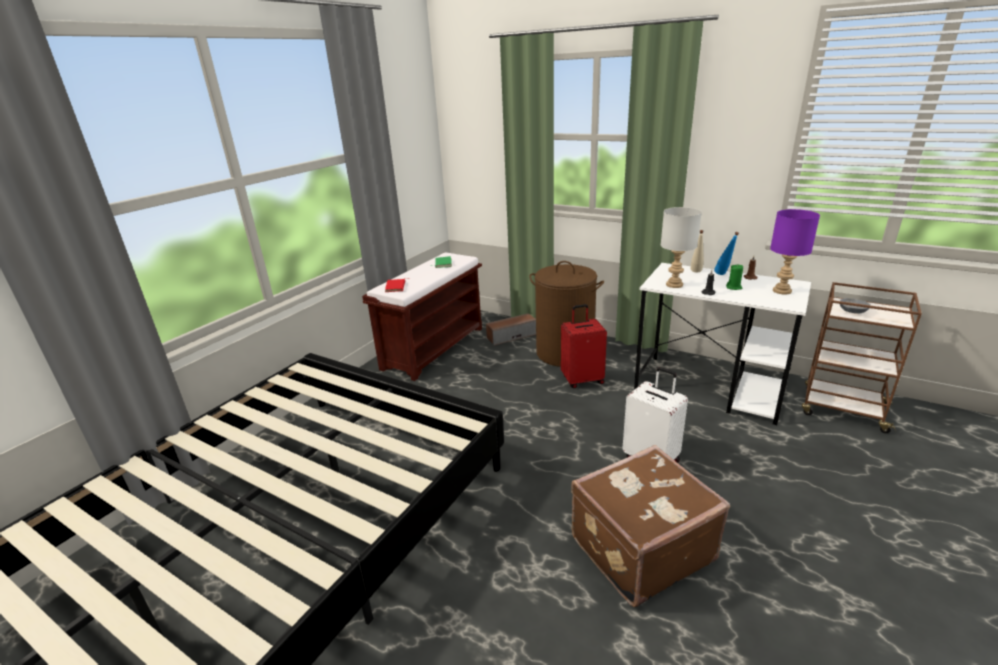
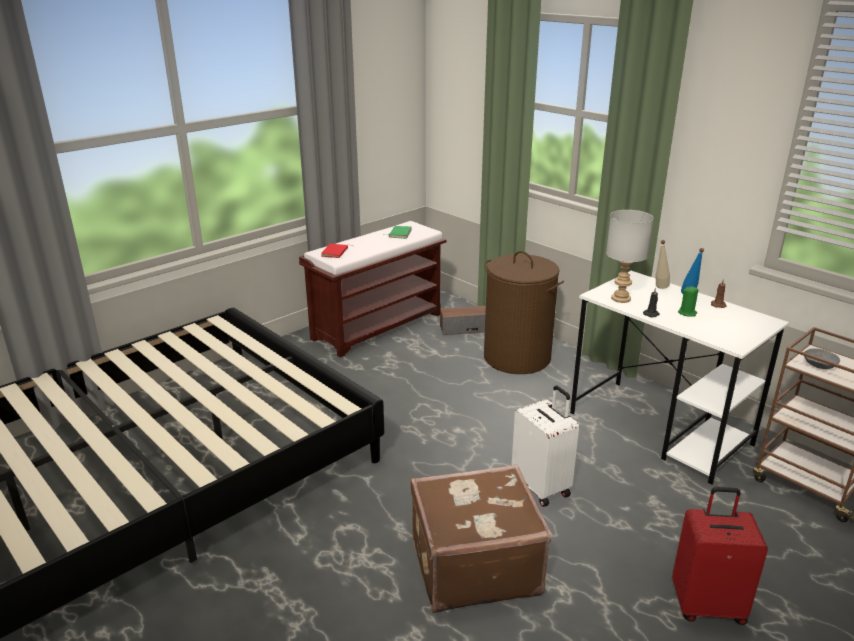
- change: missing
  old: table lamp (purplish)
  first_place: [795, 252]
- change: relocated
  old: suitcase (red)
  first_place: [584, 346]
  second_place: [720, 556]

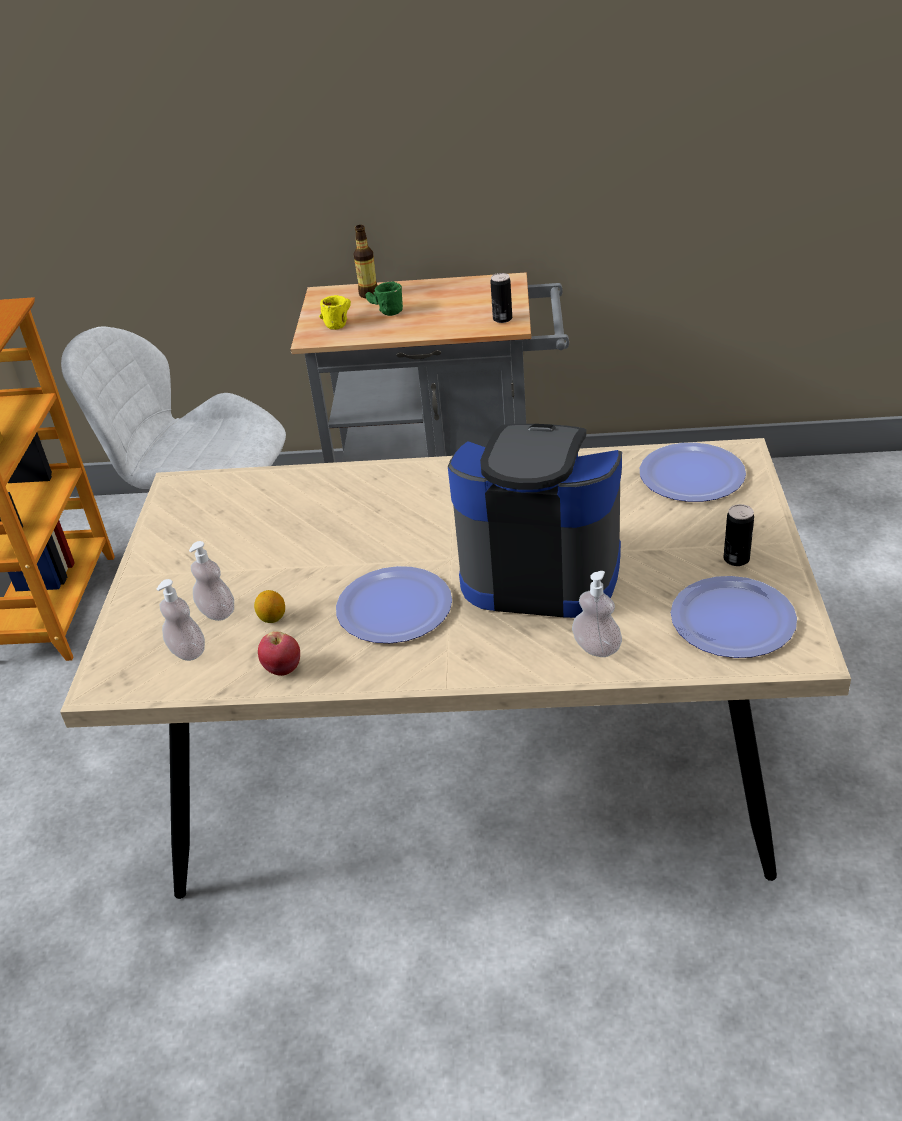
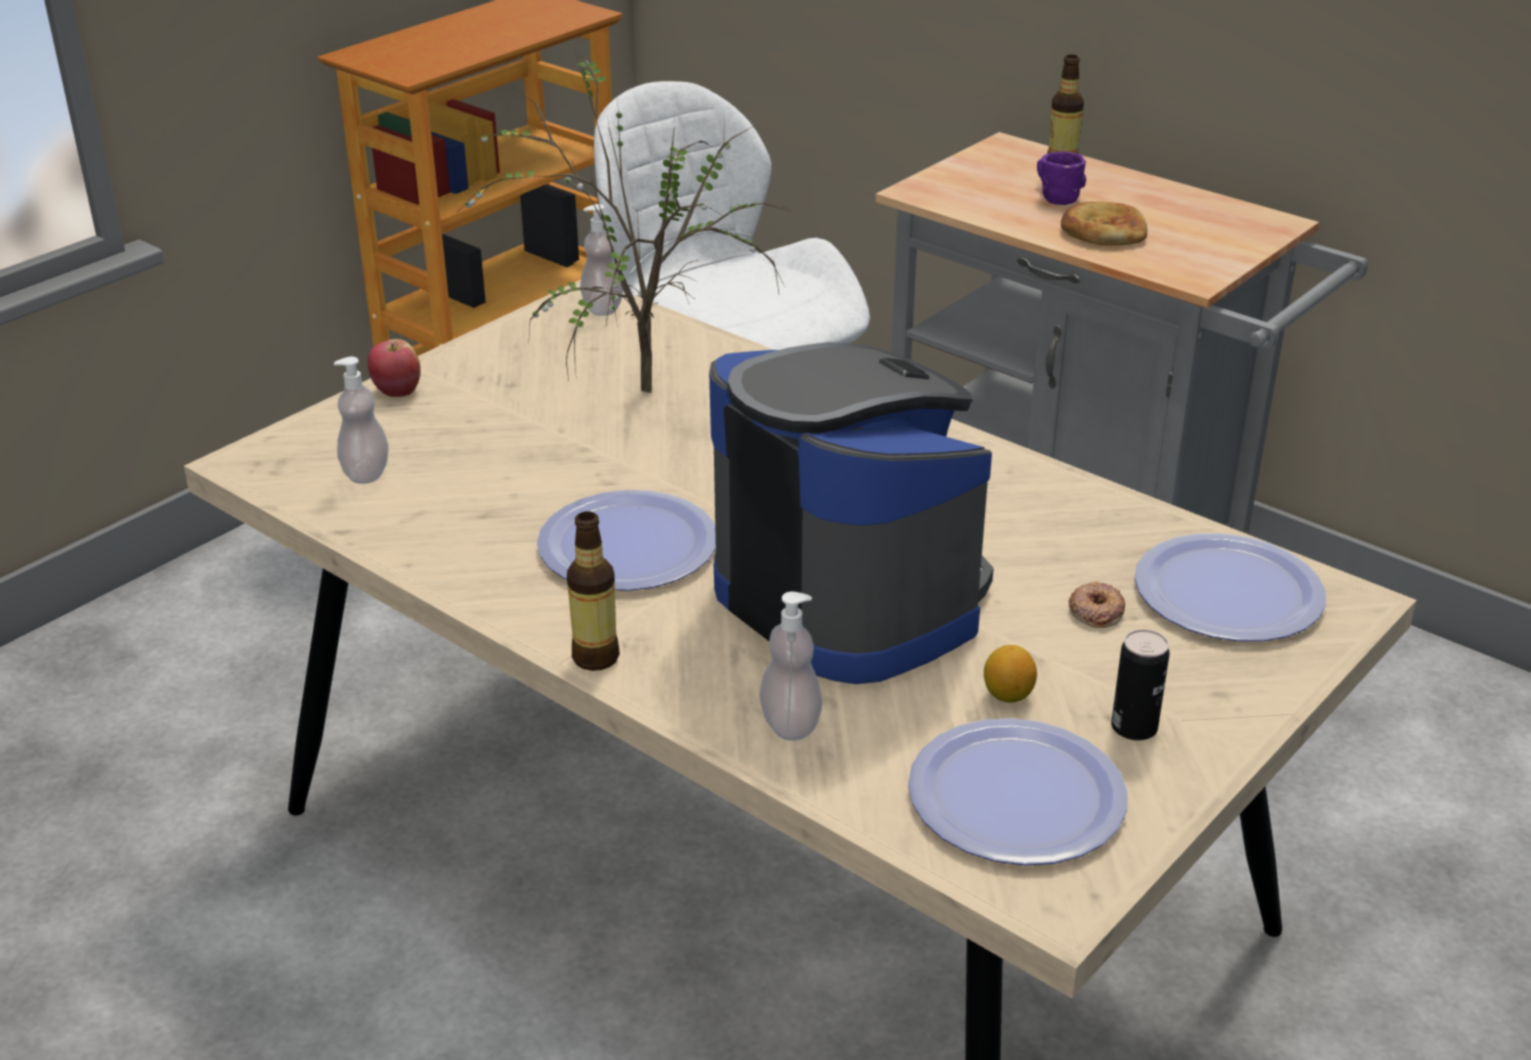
- change: missing
  old: coffee mug (yellow)
  first_place: [335, 312]
- change: missing
  old: sealed can
  first_place: [501, 298]
- change: appeared
  new: houseplant
  second_place: [629, 220]
- change: appeared
  new: beverage bottle
  second_place: [593, 591]
- change: appeared
  new: bread
  second_place: [1104, 223]
- change: appeared
  new: doughnut
  second_place: [1097, 604]
- change: relocated
  old: soap bottle
  first_place: [211, 581]
  second_place: [601, 260]
- change: relocated
  old: citrus fruit
  first_place: [269, 606]
  second_place: [1010, 674]
- change: relocated
  old: apple fruit
  first_place: [279, 653]
  second_place: [394, 368]
- change: colour
  old: coffee mug (greenish)
  new: coffee mug (purplish)
  first_place: [384, 299]
  second_place: [1061, 178]

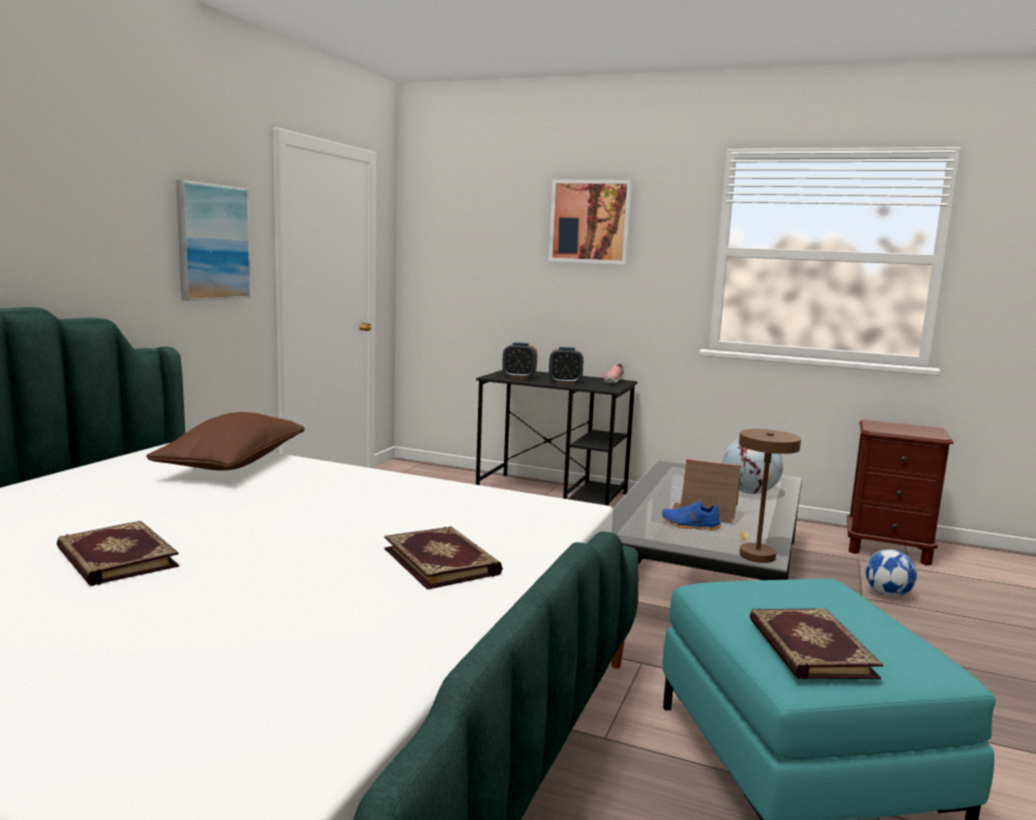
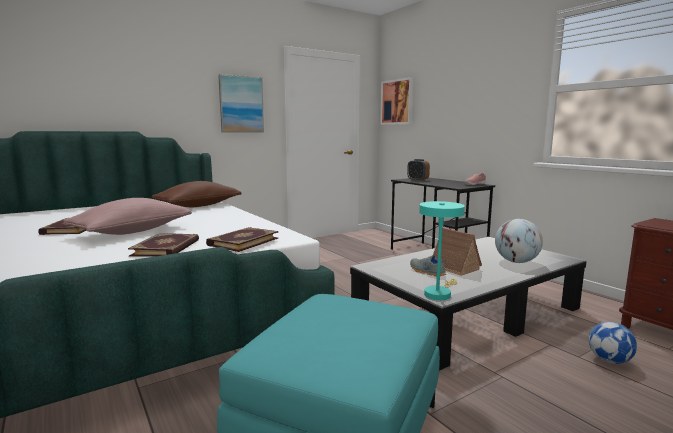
- change: missing
  old: bedside clock
  first_place: [566, 365]
- change: appeared
  new: throw pillow (pink)
  second_place: [127, 216]
- change: relocated
  old: wall picture
  first_place: [590, 222]
  second_place: [396, 101]
- change: relocated
  old: bound book
  first_place: [816, 643]
  second_place: [242, 239]
- change: colour
  old: item of footwear (bluish)
  new: item of footwear (greyish)
  first_place: [692, 515]
  second_place: [428, 266]
- change: colour
  old: table lamp (brown)
  new: table lamp (turquoise-coloured)
  first_place: [770, 496]
  second_place: [442, 250]

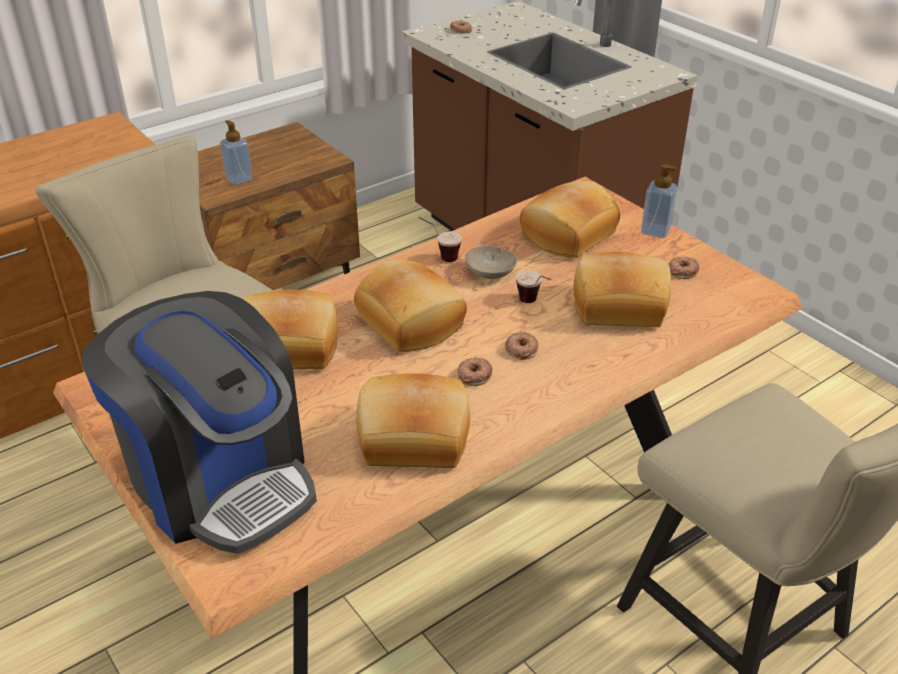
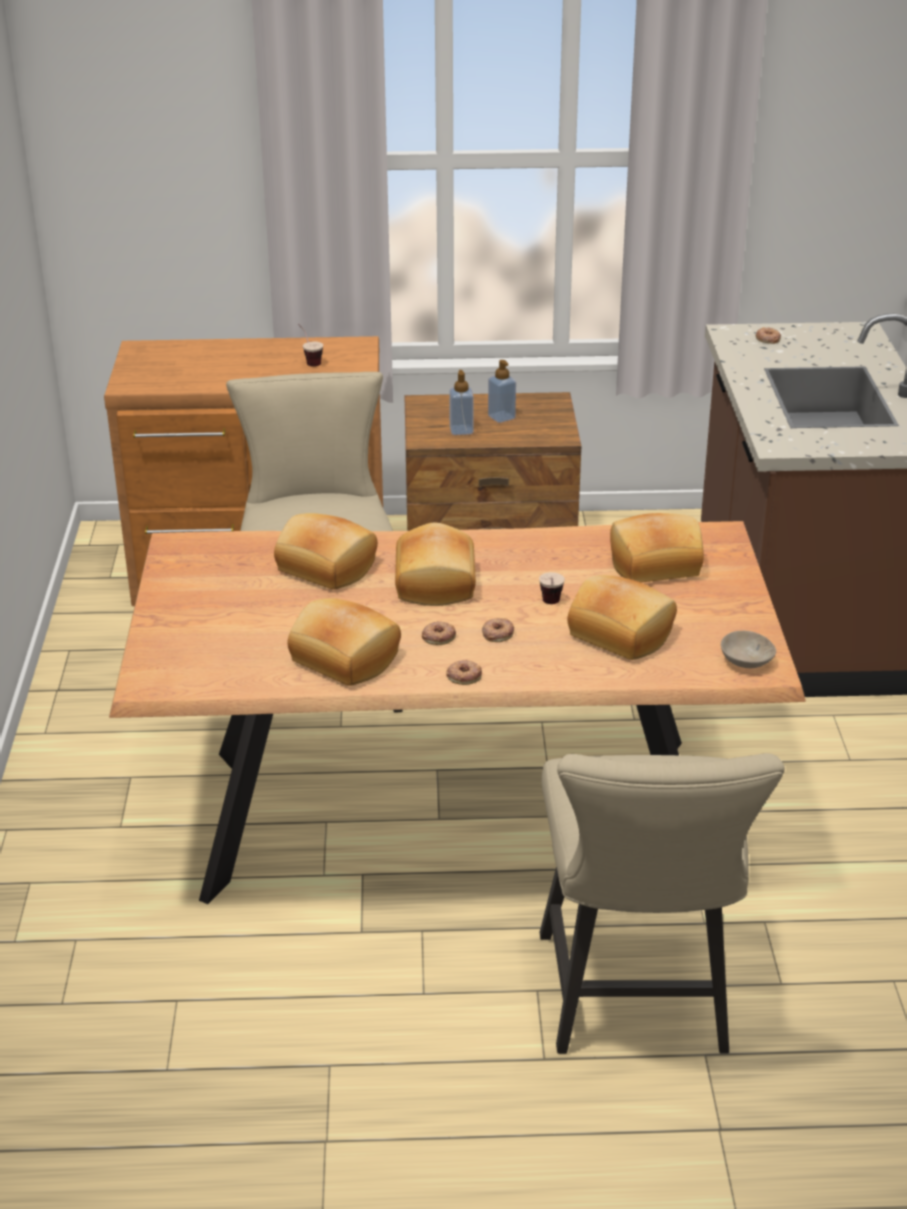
- change: missing
  old: coffee brewer
  first_place: [199, 422]
- change: relocated
  old: drinking cup
  first_place: [440, 239]
  second_place: [310, 345]
- change: relocated
  old: bowl (beige-coloured)
  first_place: [491, 262]
  second_place: [748, 649]
- change: relocated
  old: soap bottle
  first_place: [659, 201]
  second_place: [502, 391]
- change: relocated
  old: doughnut
  first_place: [684, 268]
  second_place: [464, 672]

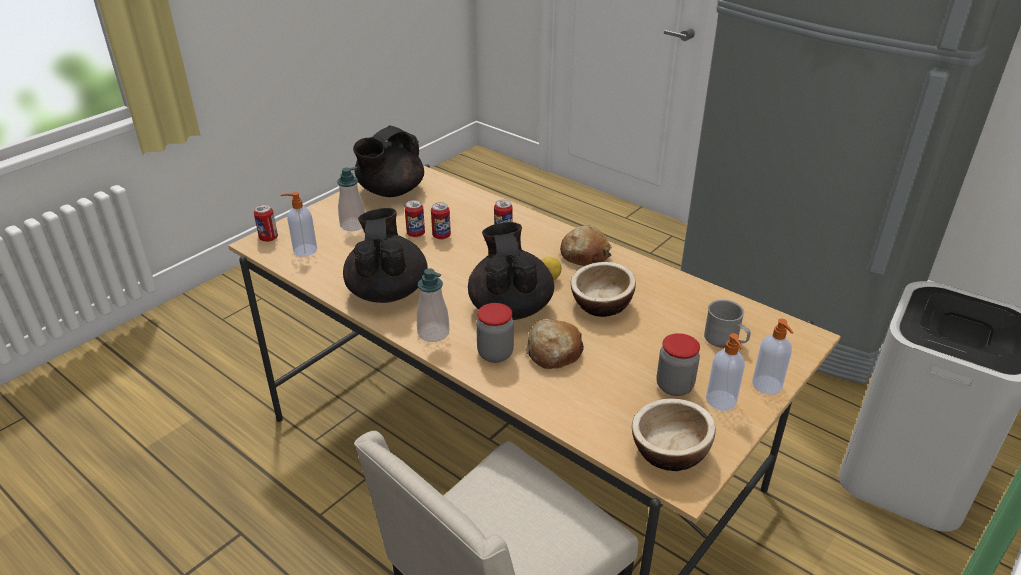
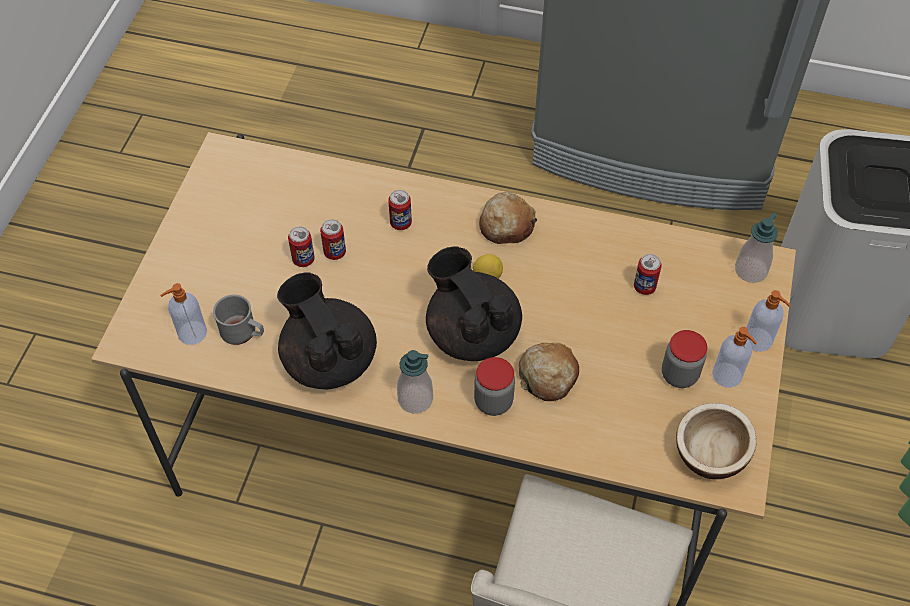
- change: missing
  old: pot for tea (black)
  first_place: [388, 161]
- change: missing
  old: bowl
  first_place: [603, 289]
- change: relocated
  old: sealed can
  first_place: [266, 223]
  second_place: [648, 274]
- change: relocated
  old: soap bottle
  first_place: [351, 199]
  second_place: [756, 248]
- change: relocated
  old: coffee mug (greyish)
  first_place: [727, 324]
  second_place: [238, 319]

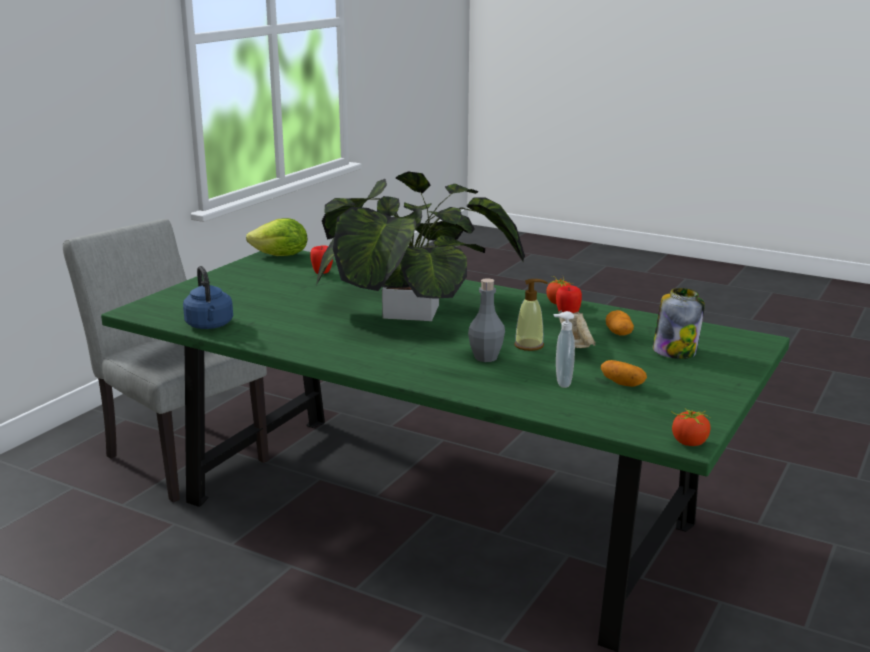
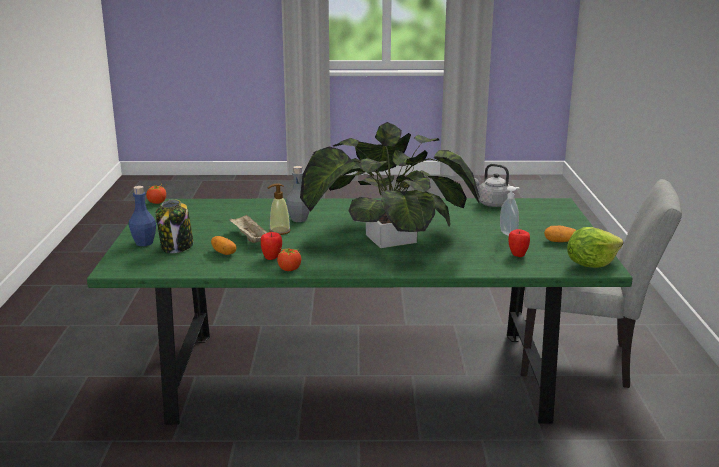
- change: appeared
  new: beverage bottle (bluish)
  second_place: [142, 216]
- change: relocated
  old: soap bottle
  first_place: [564, 349]
  second_place: [510, 211]
- change: relocated
  old: spud
  first_place: [624, 373]
  second_place: [560, 234]
- change: colour
  old: tea kettle (bluish)
  new: tea kettle (greyish)
  first_place: [208, 297]
  second_place: [492, 185]

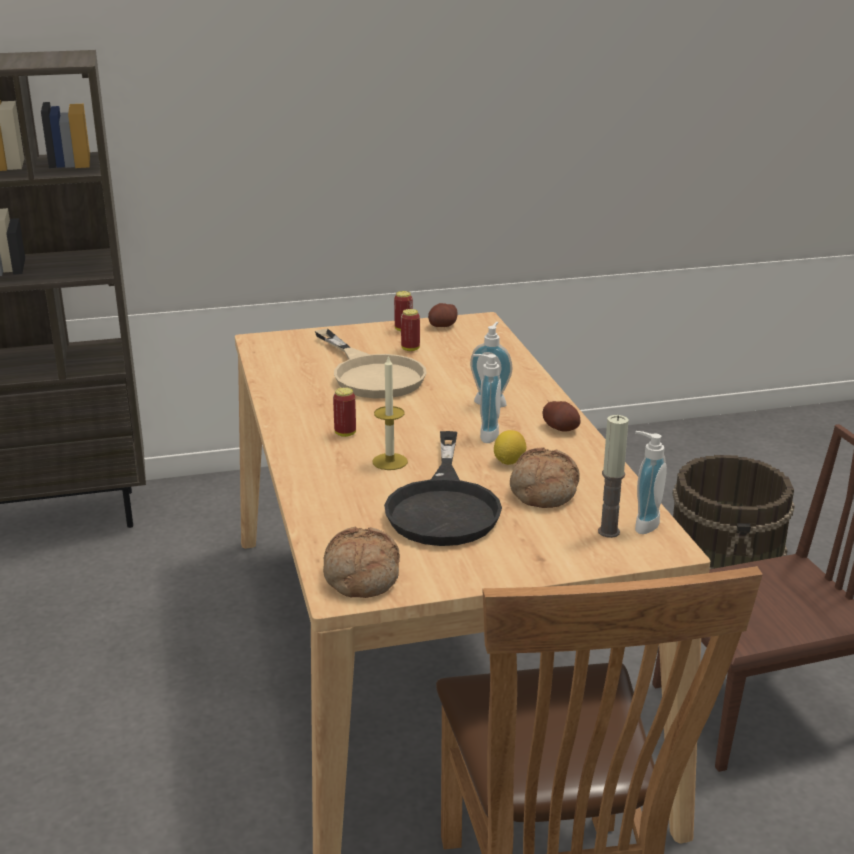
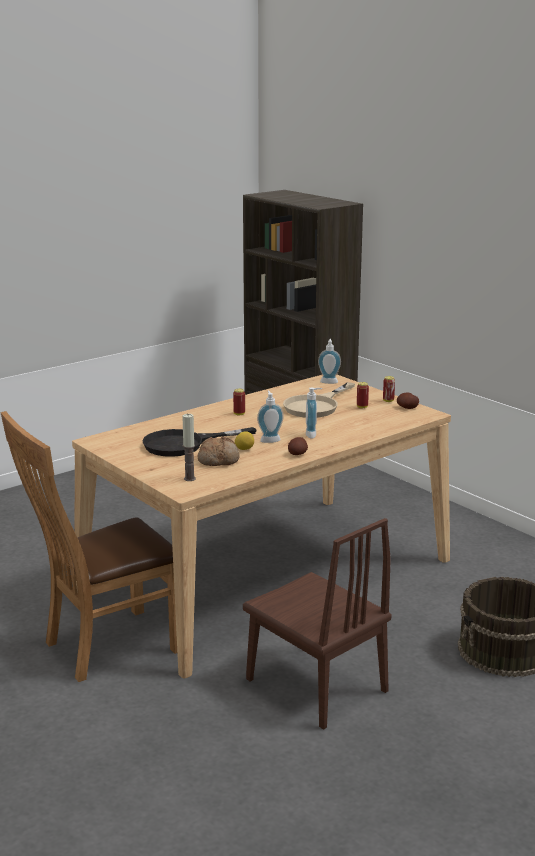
- change: missing
  old: bread
  first_place: [361, 562]
- change: missing
  old: candle
  first_place: [390, 412]
- change: relocated
  old: soap bottle
  first_place: [651, 482]
  second_place: [329, 361]

